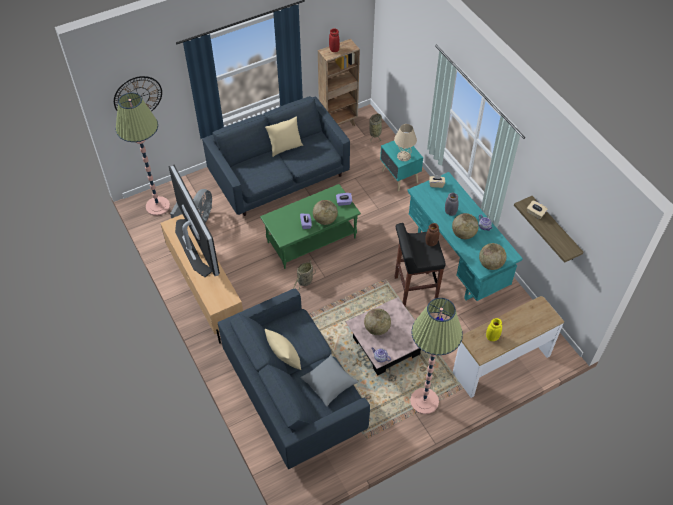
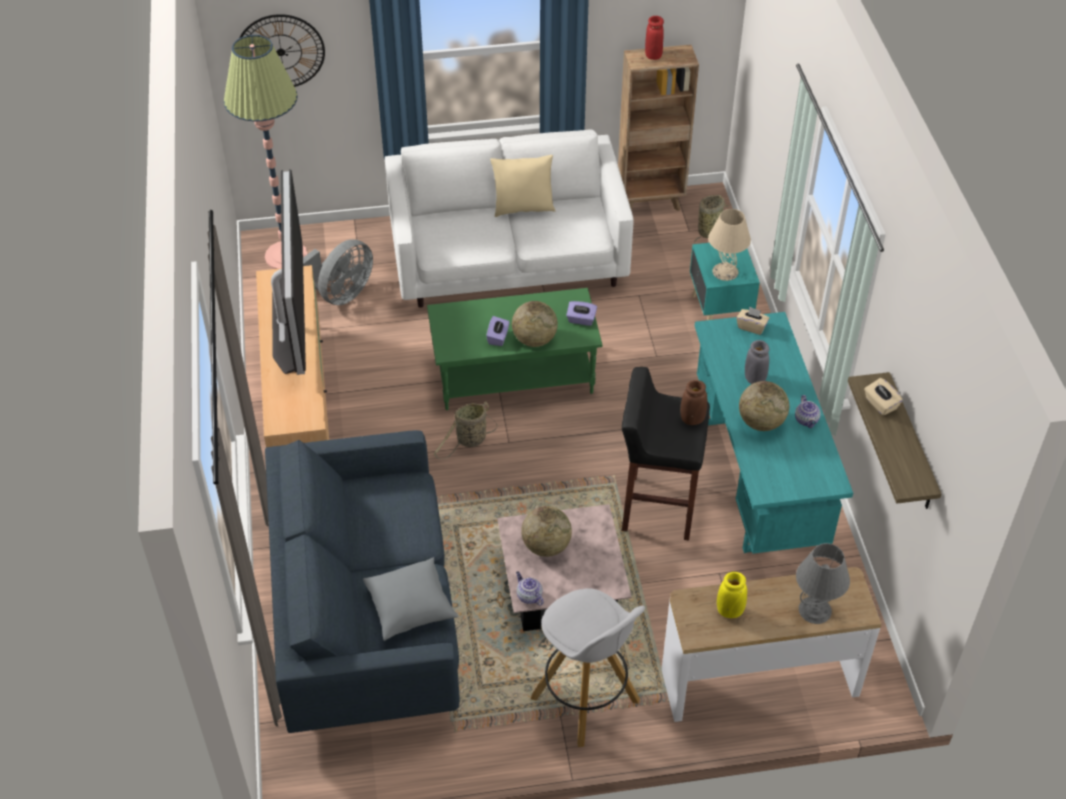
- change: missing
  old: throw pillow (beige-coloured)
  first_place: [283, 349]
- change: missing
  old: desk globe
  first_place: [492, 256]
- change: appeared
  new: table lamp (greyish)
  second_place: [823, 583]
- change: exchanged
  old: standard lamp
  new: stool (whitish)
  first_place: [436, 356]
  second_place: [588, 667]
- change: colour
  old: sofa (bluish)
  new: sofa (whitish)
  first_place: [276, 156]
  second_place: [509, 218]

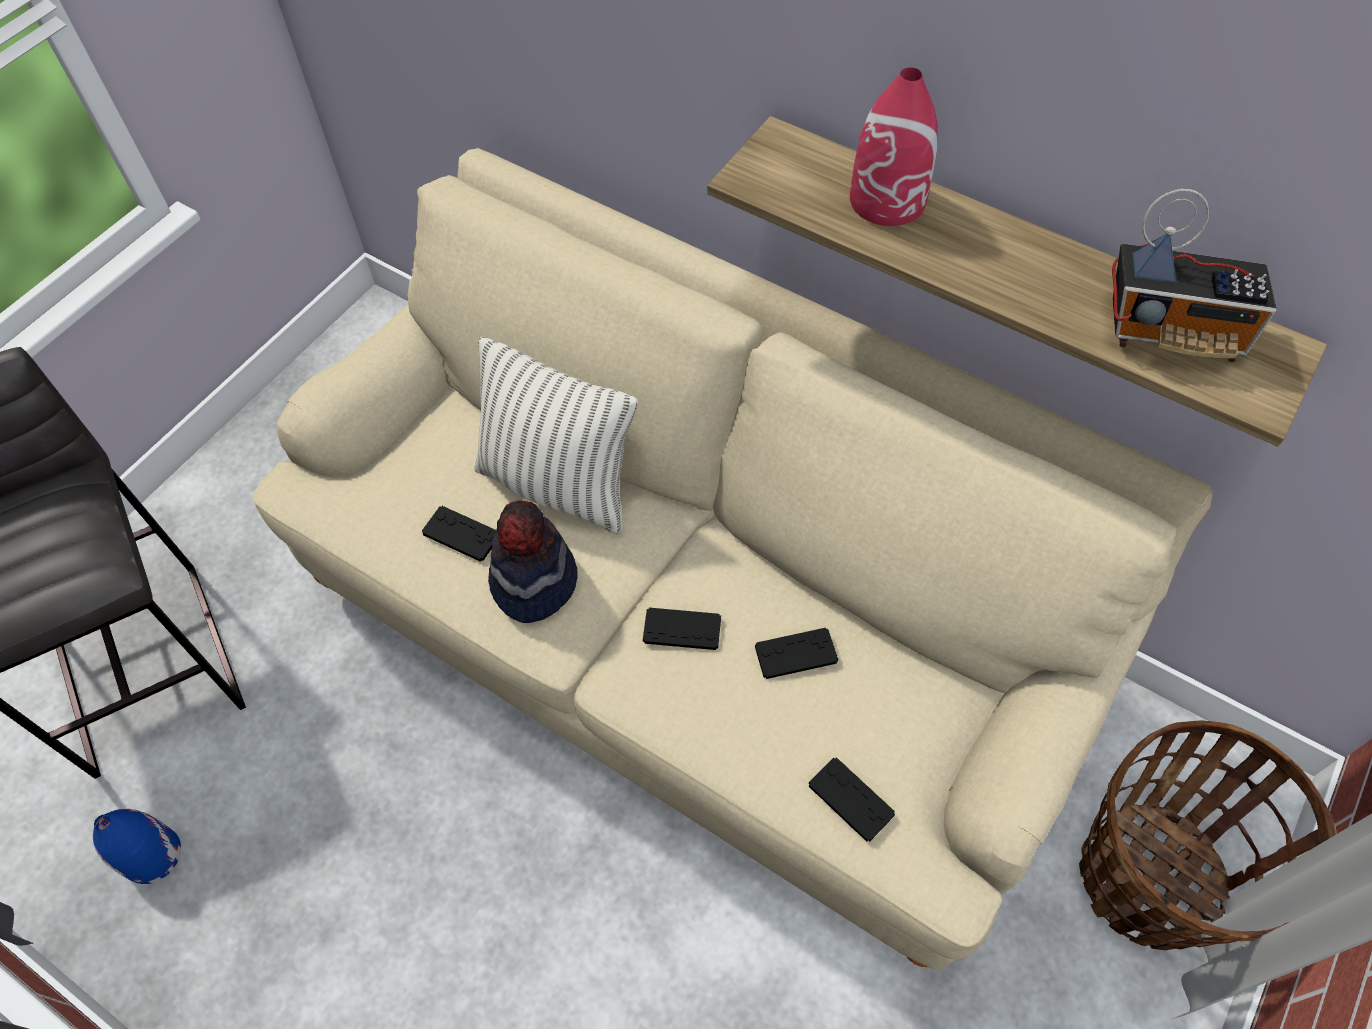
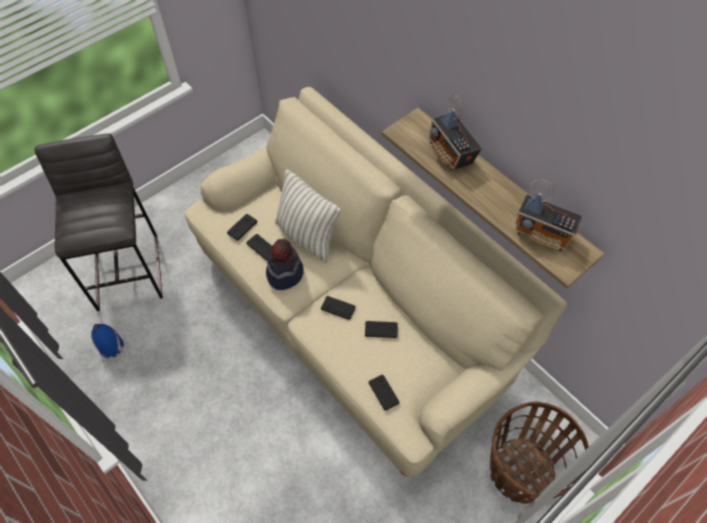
- change: appeared
  new: gamepad (black)
  second_place: [242, 227]
- change: exchanged
  old: vase (red)
  new: radio set
  first_place: [894, 146]
  second_place: [455, 132]

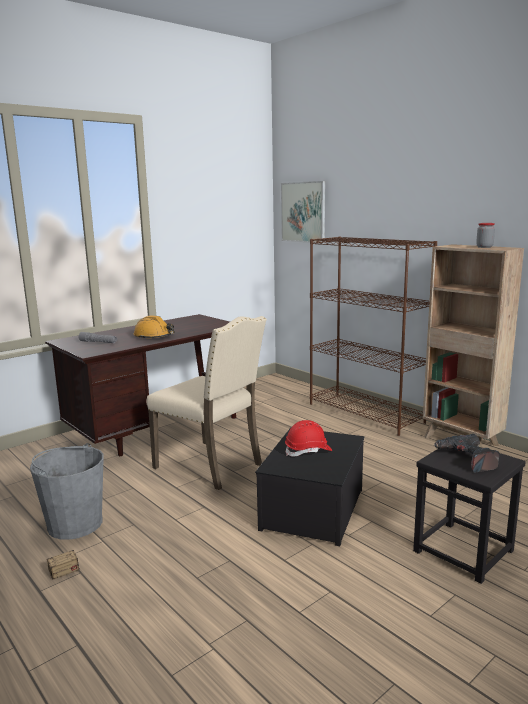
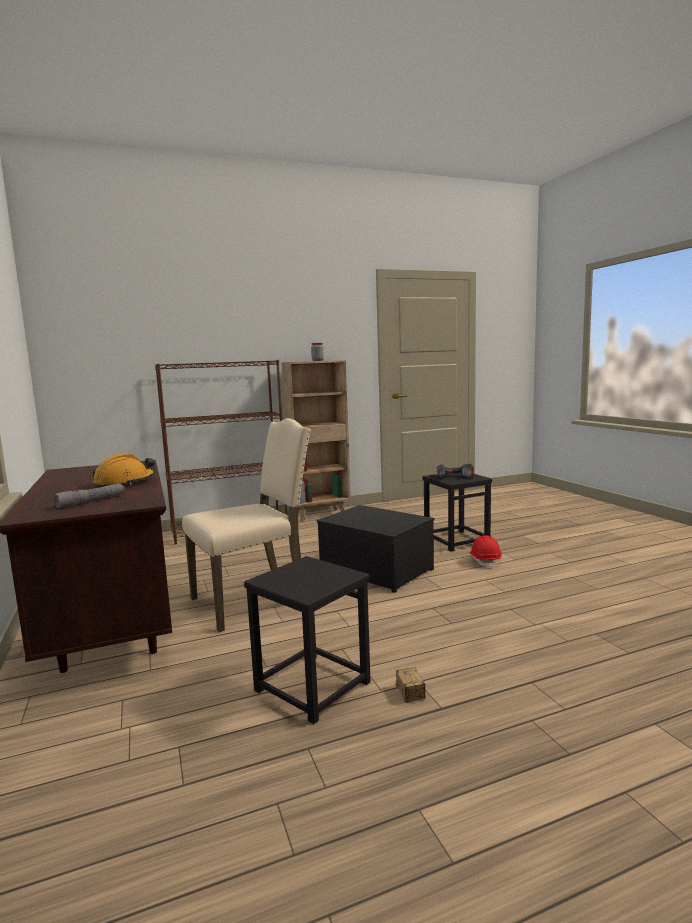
- change: missing
  old: wall picture
  first_place: [303, 212]
- change: relocated
  old: work helmet (red)
  first_place: [308, 438]
  second_place: [486, 551]
- change: exchanged
  old: pail (greyish)
  new: stool (black)
  first_place: [67, 491]
  second_place: [307, 640]

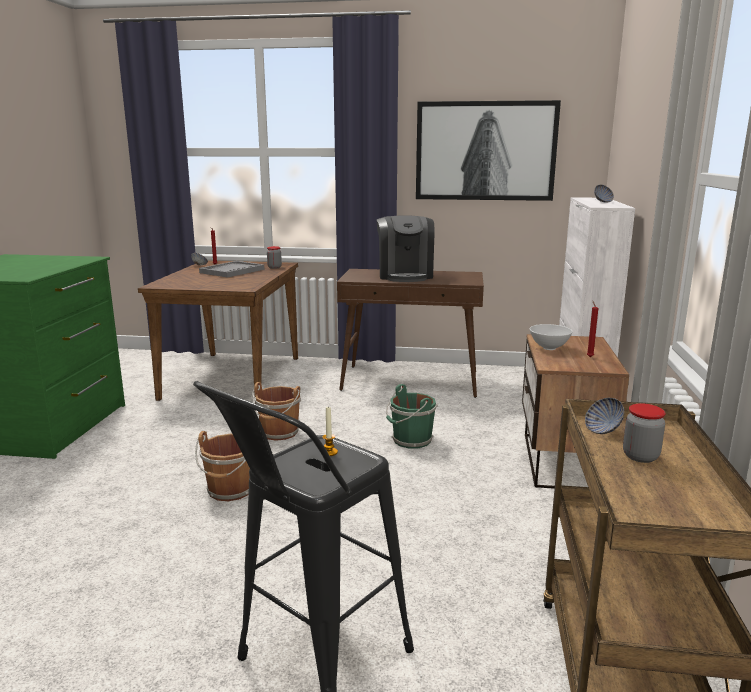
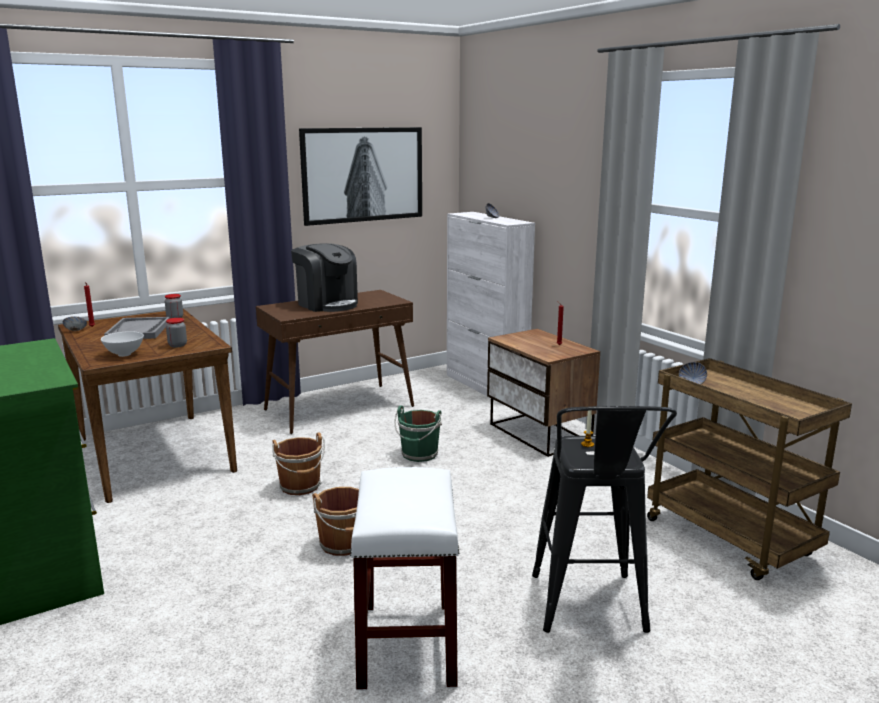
- change: appeared
  new: stool (whitish)
  second_place: [404, 578]
- change: relocated
  old: bowl (whitish)
  first_place: [551, 337]
  second_place: [122, 344]
- change: relocated
  old: storage jar
  first_place: [644, 433]
  second_place: [176, 332]

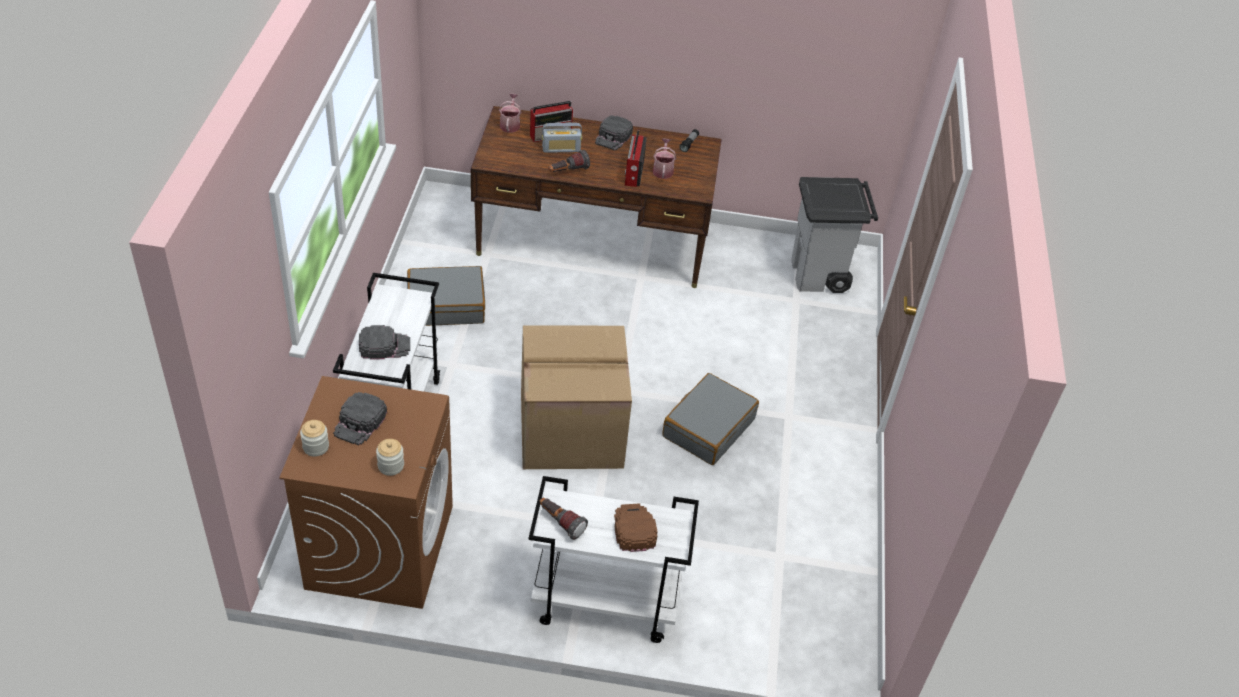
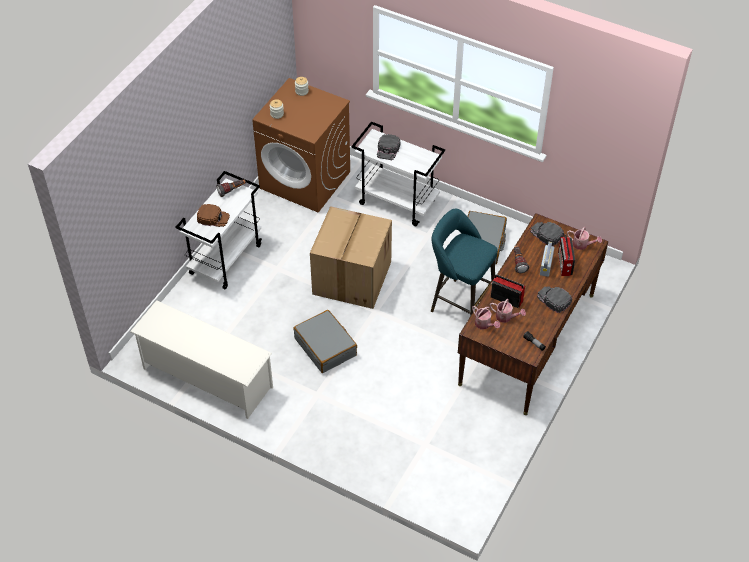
- change: missing
  old: rubbish bin (greyish)
  first_place: [834, 235]
- change: appeared
  new: shoe rack (whitish)
  second_place: [201, 359]
- change: appeared
  new: stool (turquoise-coloured)
  second_place: [464, 262]
- change: appeared
  new: watering pot
  second_place: [486, 317]
- change: relocated
  old: baseball cap (black)
  first_place: [360, 418]
  second_place: [547, 234]

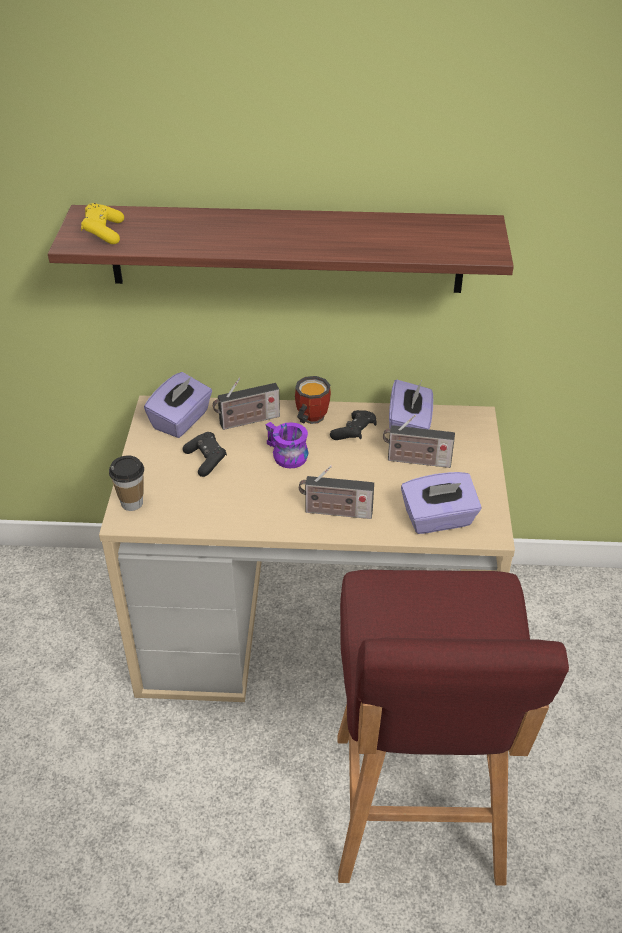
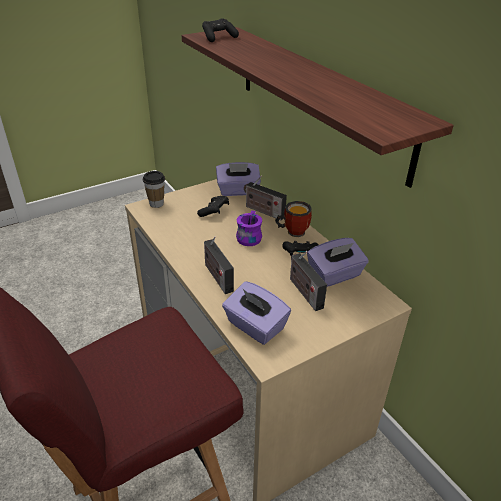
- change: colour
  old: gamepad (yellow)
  new: gamepad (black)
  first_place: [102, 223]
  second_place: [220, 30]

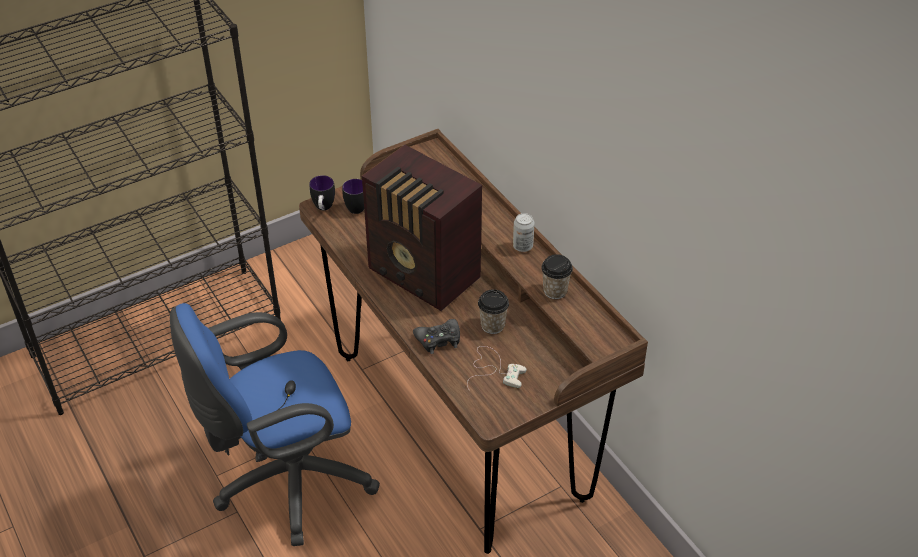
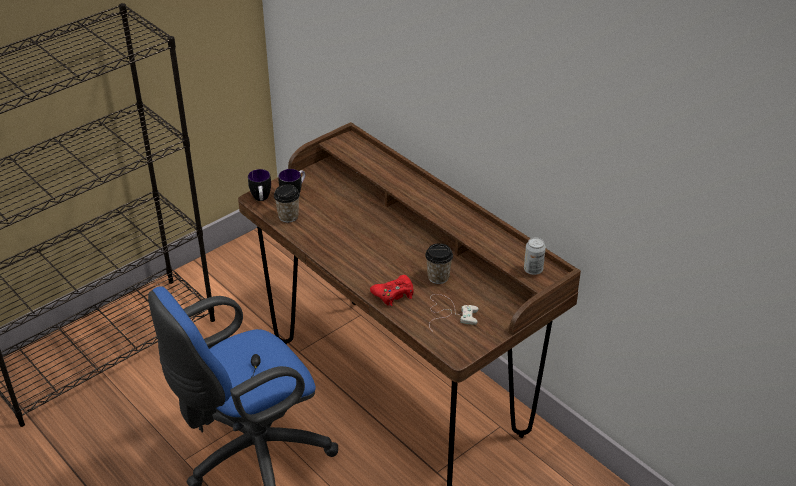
- change: missing
  old: radio set
  first_place: [422, 228]
- change: relocated
  old: sealed can
  first_place: [524, 232]
  second_place: [535, 256]
- change: relocated
  old: drinking cup
  first_place: [557, 276]
  second_place: [287, 203]
- change: colour
  old: gamepad (black)
  new: gamepad (red)
  first_place: [436, 336]
  second_place: [392, 290]

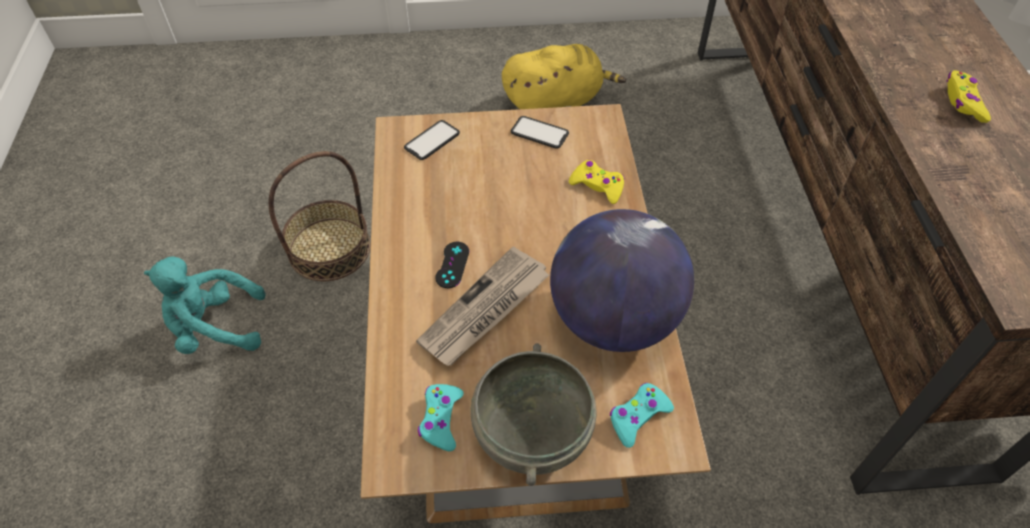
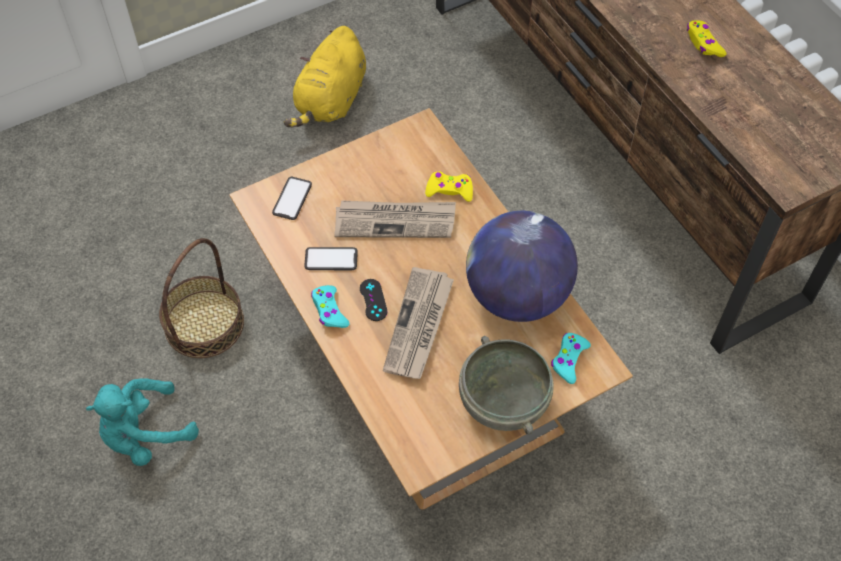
- change: appeared
  new: newspaper
  second_place: [395, 219]
- change: relocated
  old: gamepad (turquoise-coloured)
  first_place: [440, 418]
  second_place: [330, 306]
- change: relocated
  old: phone
  first_place: [540, 132]
  second_place: [331, 258]
- change: spun
  old: soft toy (yellow)
  first_place: [564, 76]
  second_place: [325, 77]
  degrees: 150

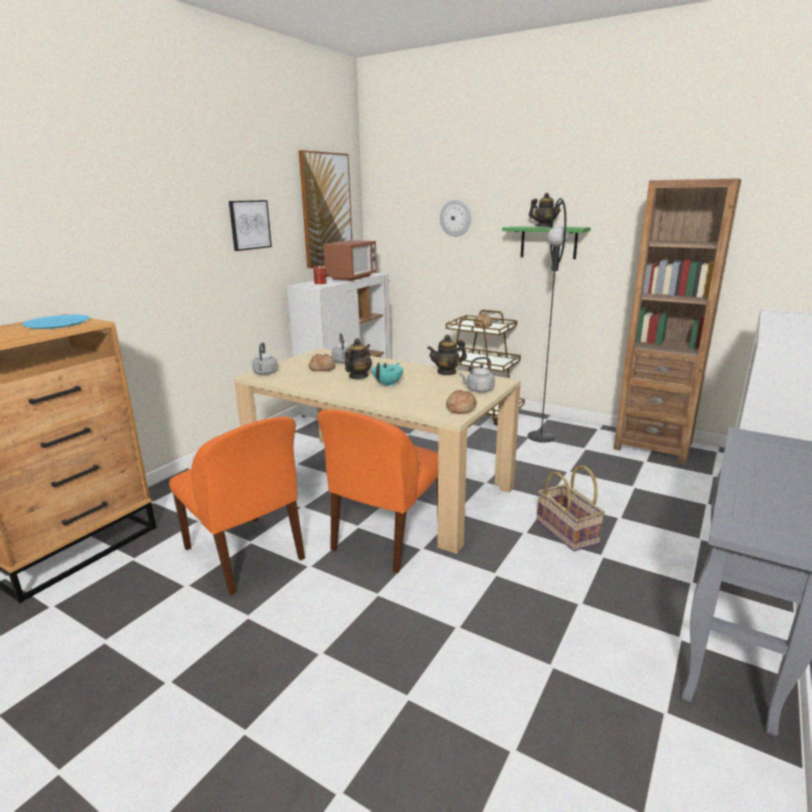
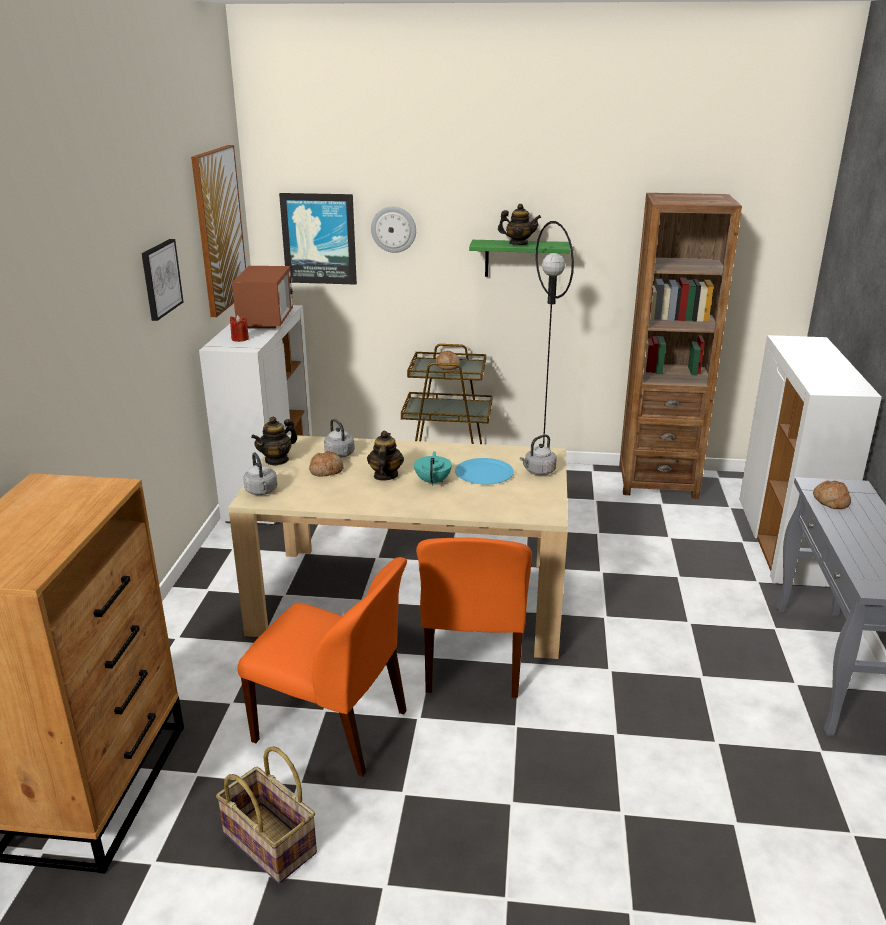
- change: appeared
  new: wall picture
  second_place: [318, 239]
- change: relocated
  old: dinner plate (bluish)
  first_place: [56, 322]
  second_place: [484, 471]
- change: relocated
  old: pot for tea
  first_place: [447, 354]
  second_place: [274, 441]
- change: relocated
  old: bread
  first_place: [461, 402]
  second_place: [832, 494]
- change: relocated
  old: household basket
  first_place: [571, 508]
  second_place: [266, 814]

